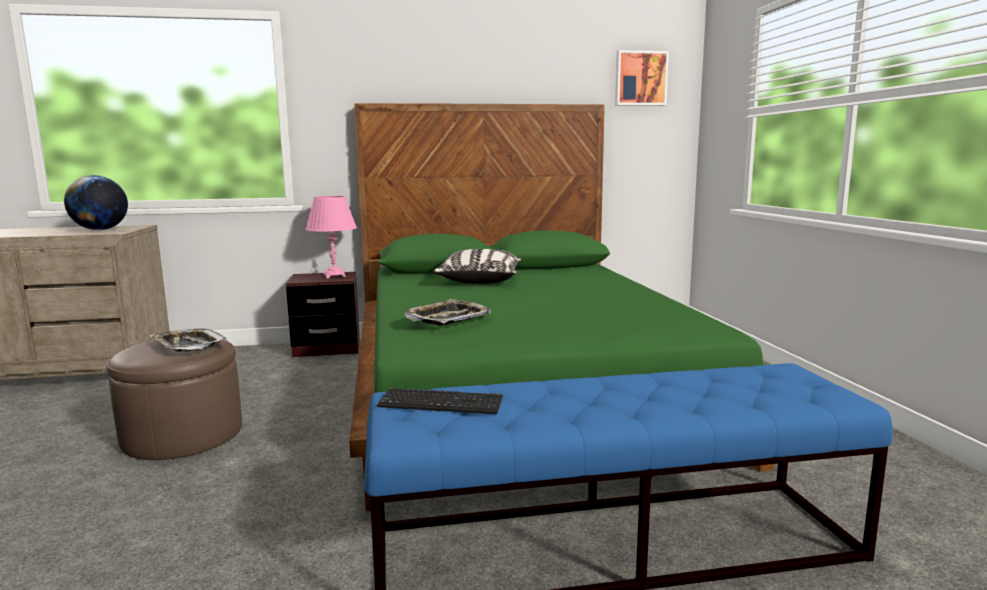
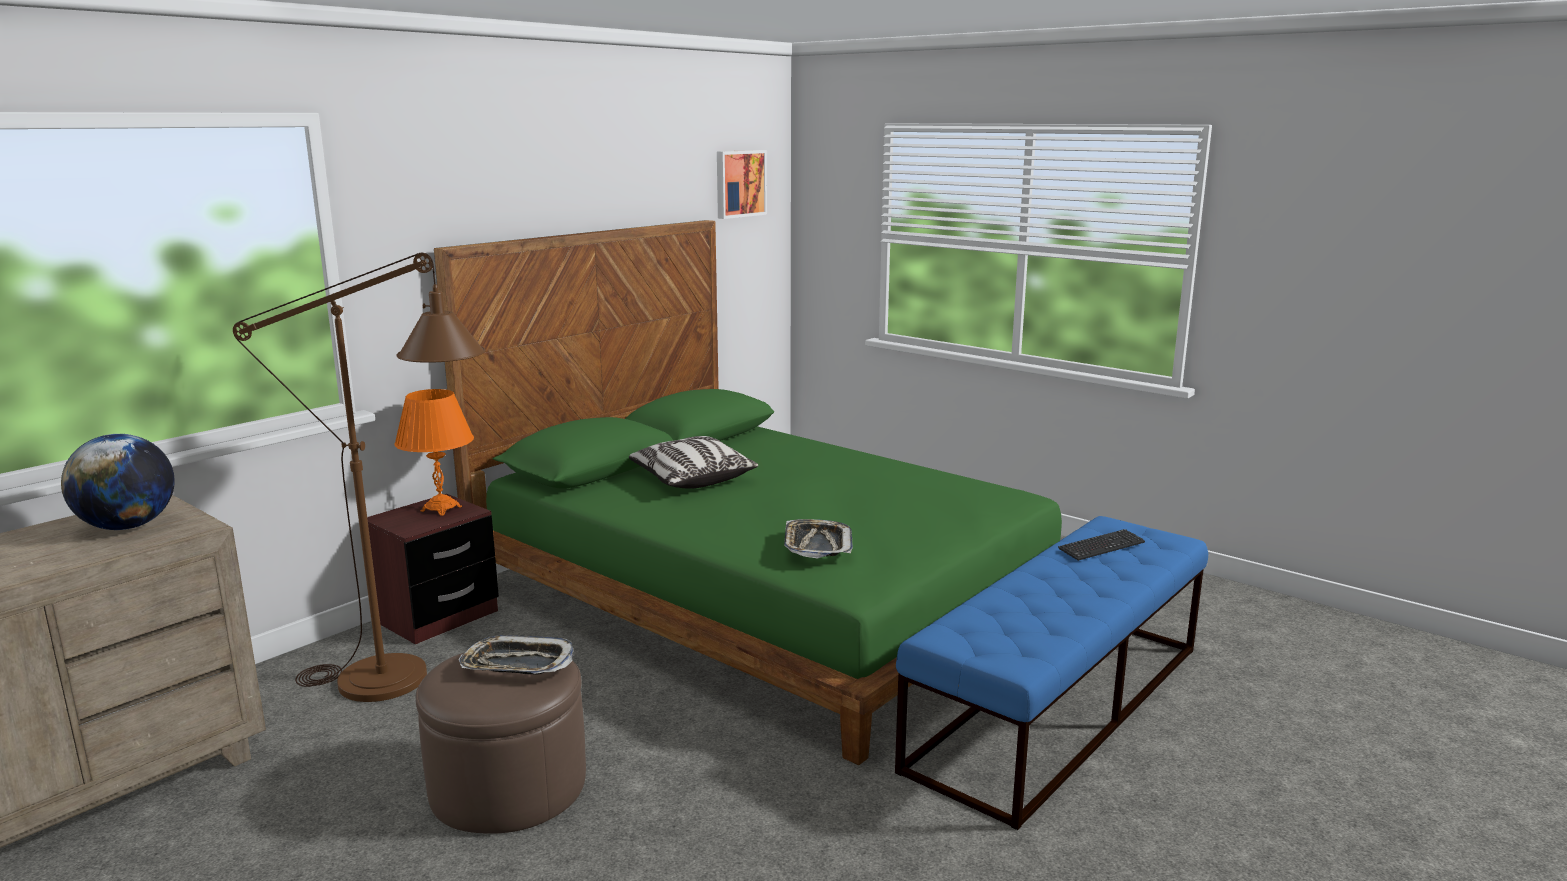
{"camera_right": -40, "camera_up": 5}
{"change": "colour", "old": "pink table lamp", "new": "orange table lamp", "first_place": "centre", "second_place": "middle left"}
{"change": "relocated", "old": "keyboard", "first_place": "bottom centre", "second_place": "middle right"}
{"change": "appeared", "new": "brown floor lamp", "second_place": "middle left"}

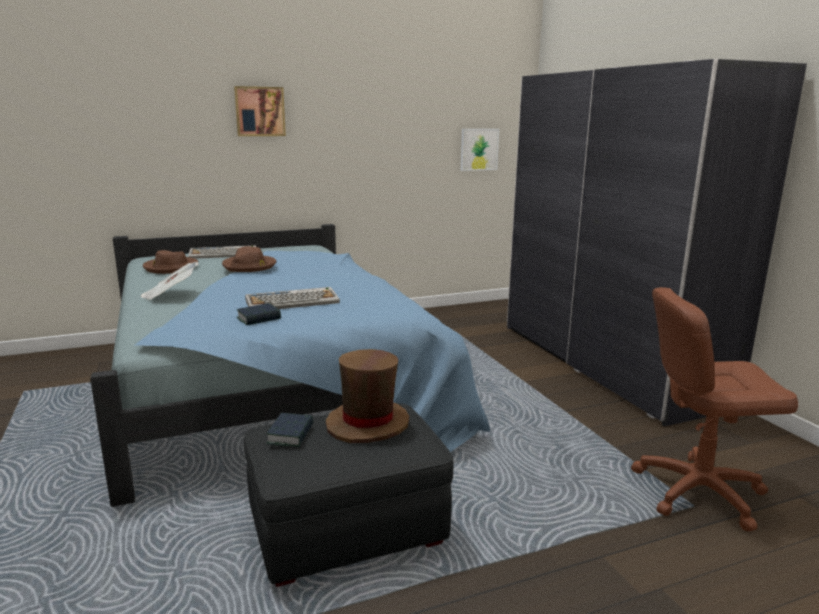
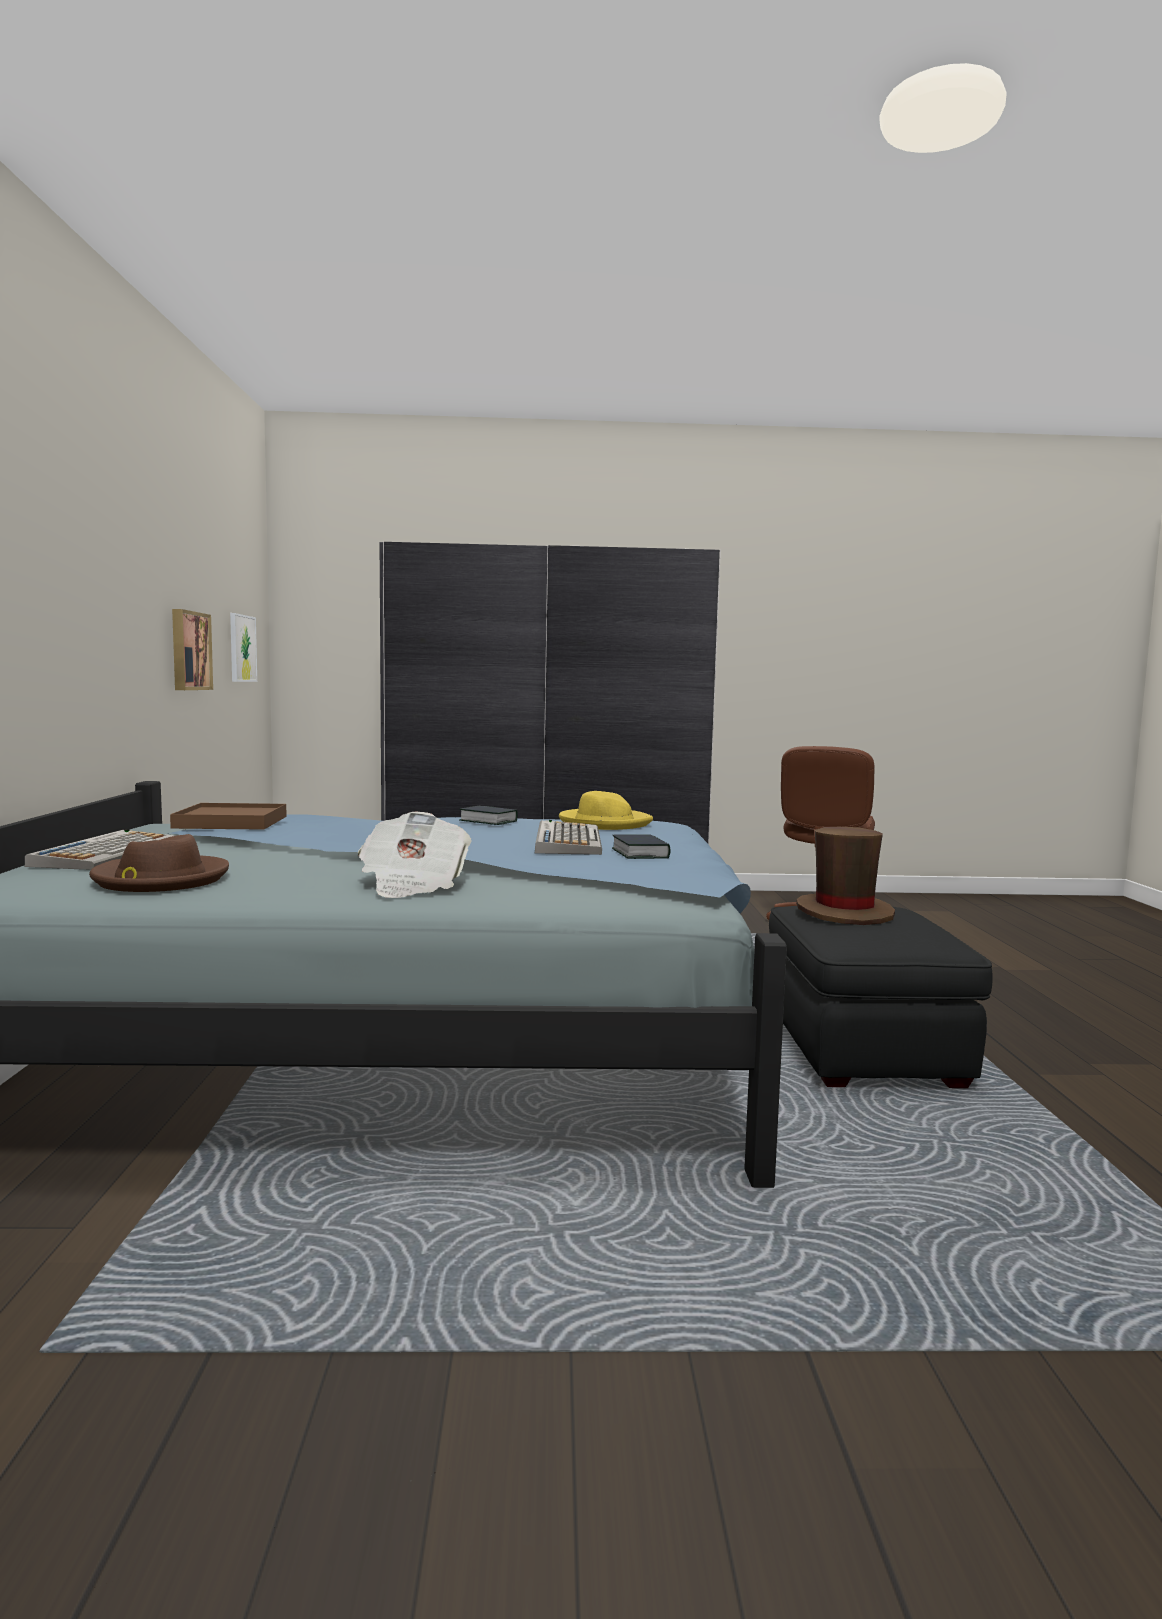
{"camera_right": -70, "camera_up": -10}
{"change": "missing", "old": "brown hat (no. 2 from left)", "first_place": "middle left"}
{"change": "relocated", "old": "picture (no. 1 from left)", "first_place": "top left", "second_place": "middle left"}
{"change": "relocated", "old": "book (no. 2 from left in the first image)", "new": "book (no. 1 from left)", "first_place": "bottom centre", "second_place": "centre"}
{"change": "appeared", "new": "brown tray", "second_place": "middle left"}
{"change": "appeared", "new": "yellow hat", "second_place": "centre"}

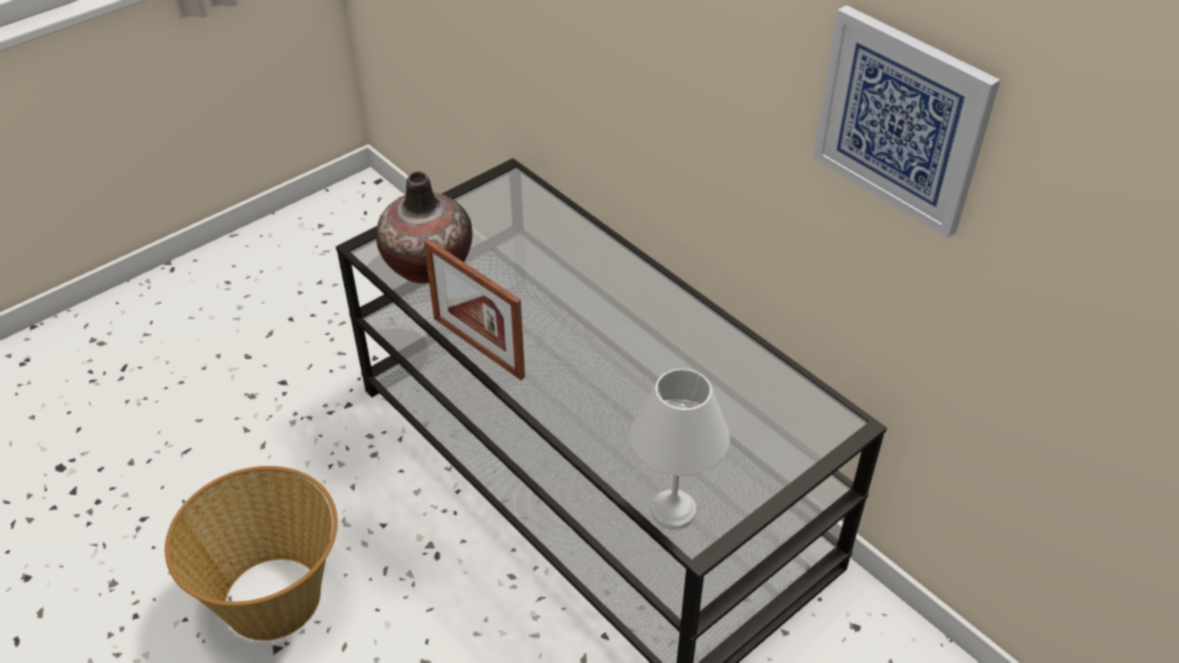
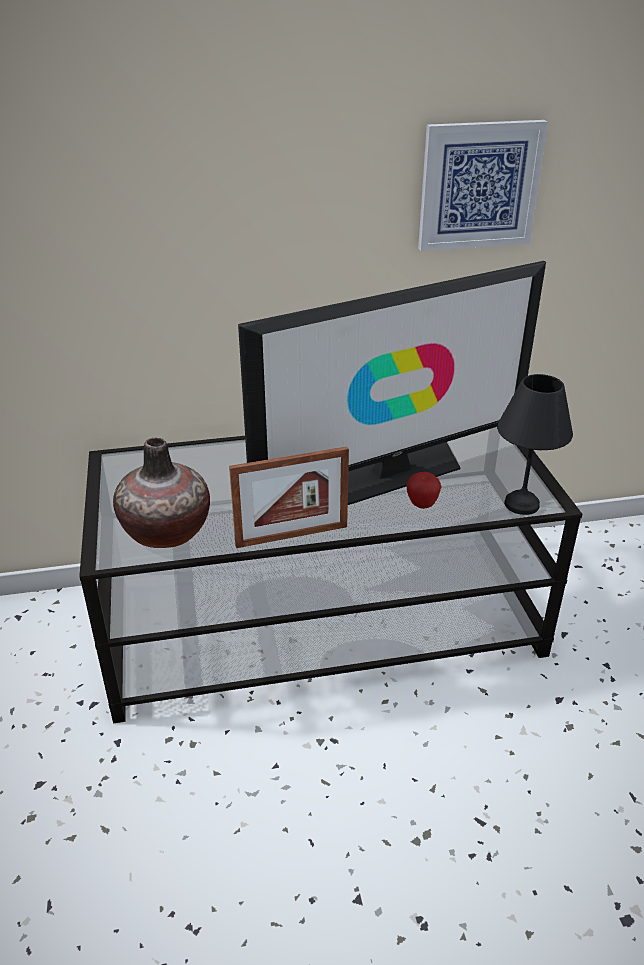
{"camera_right": -60, "camera_up": -10}
{"change": "missing", "old": "basket", "first_place": "bottom left"}
{"change": "colour", "old": "white table lamp", "new": "black table lamp", "first_place": "bottom centre", "second_place": "middle right"}
{"change": "appeared", "new": "television", "second_place": "centre"}
{"change": "appeared", "new": "apple", "second_place": "centre"}

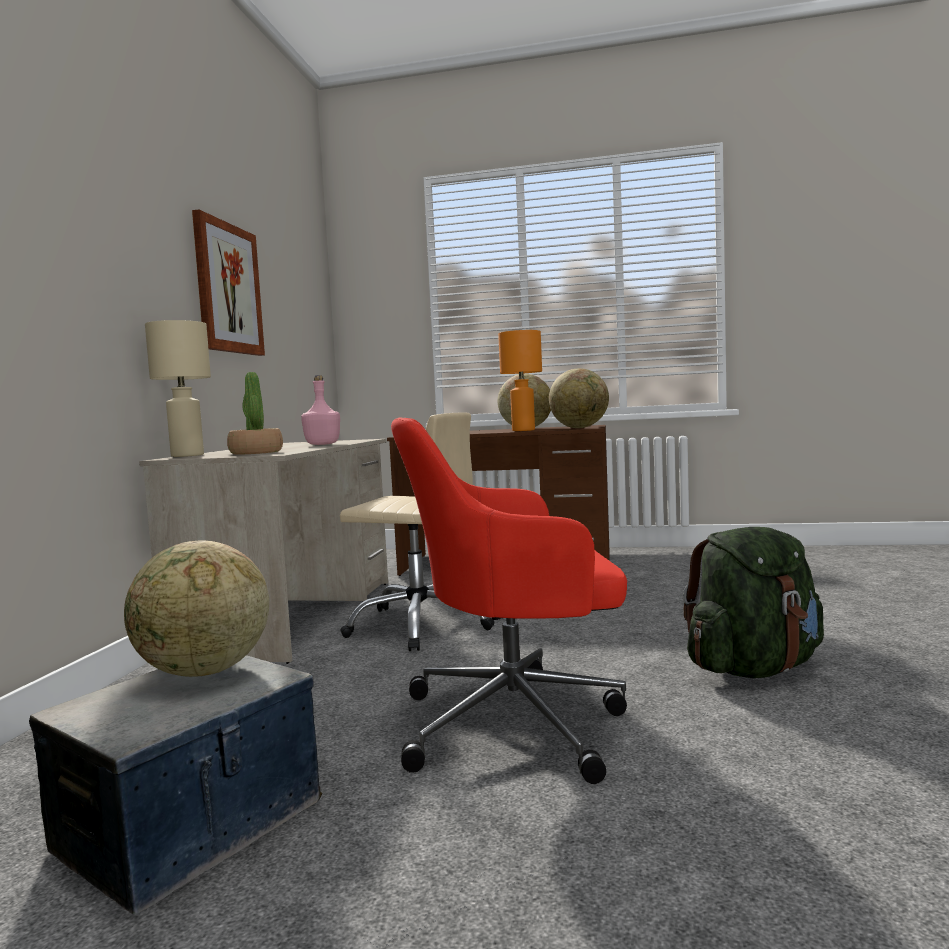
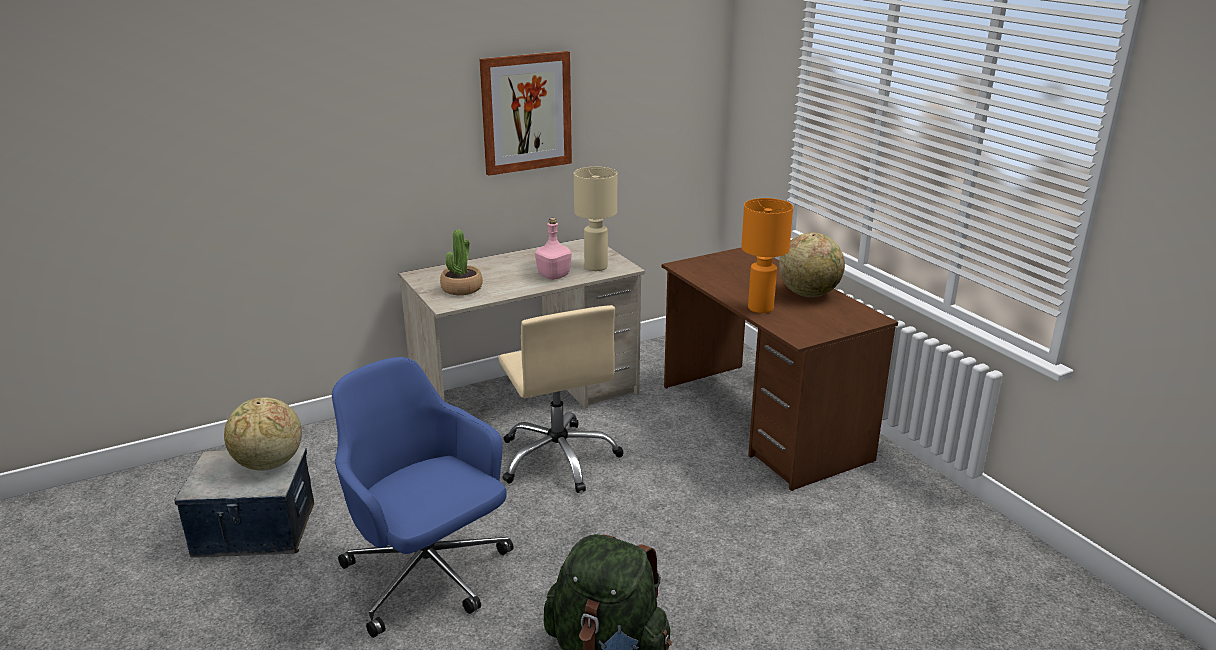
{"camera_right": 50, "camera_up": 20}
{"change": "relocated", "old": "beige table lamp", "first_place": "middle left", "second_place": "centre"}
{"change": "colour", "old": "red office chair", "new": "blue office chair", "first_place": "centre", "second_place": "bottom centre"}
{"change": "missing", "old": "globe (no. 3 from left)", "first_place": "centre"}

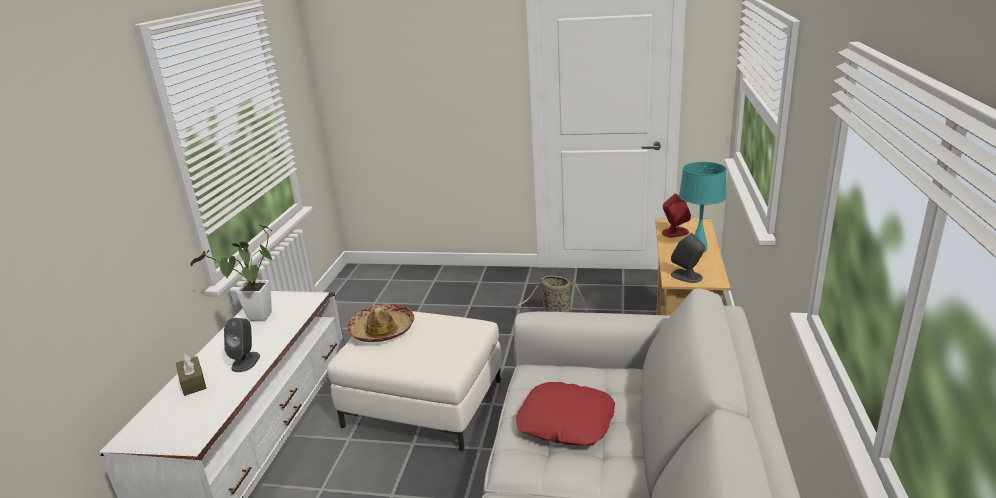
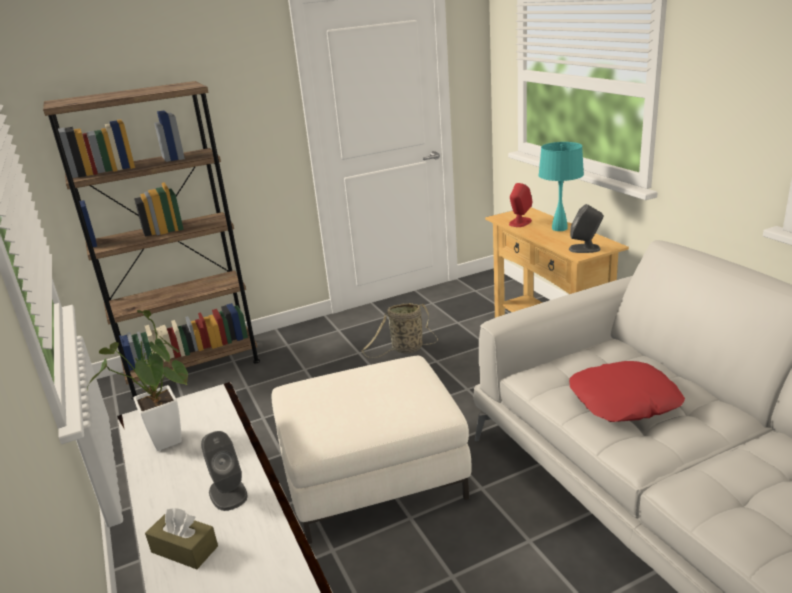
{"camera_right": -35, "camera_up": 0}
{"change": "missing", "old": "hat", "first_place": "centre"}
{"change": "appeared", "new": "brown bookcase", "second_place": "middle left"}

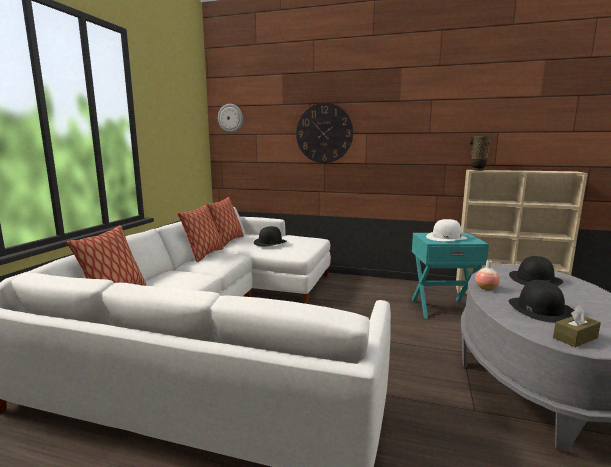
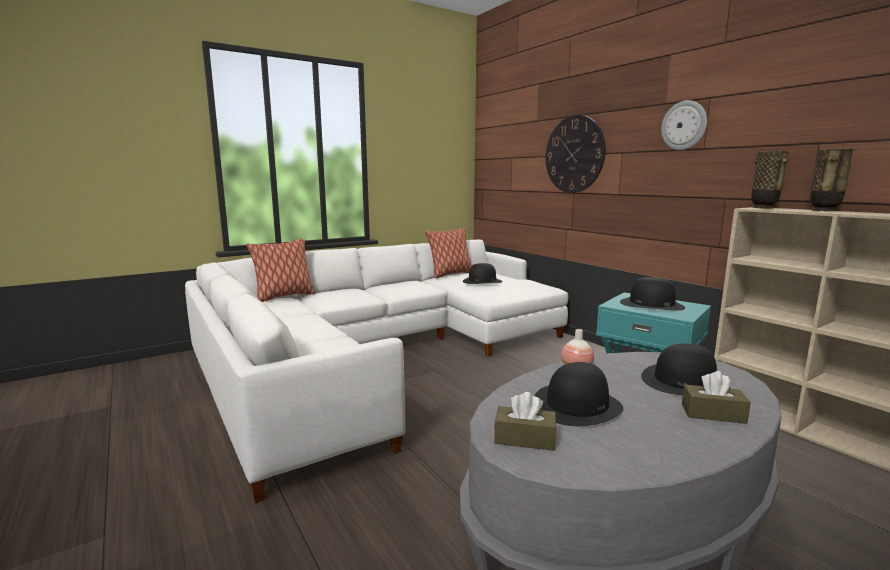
{"camera_right": 40, "camera_up": 0}
{"change": "missing", "old": "pillow (no. 2 from left)", "first_place": "middle left"}
{"change": "relocated", "old": "wall clock (no. 1 from left in the first image)", "new": "wall clock (no. 2 from left)", "first_place": "top centre", "second_place": "top right"}
{"change": "colour", "old": "white hat", "new": "black hat (no. 3 from left)", "first_place": "middle right", "second_place": "middle right"}
{"change": "appeared", "new": "brown tissue box (no. 2 from left)", "second_place": "bottom right"}
{"change": "appeared", "new": "vase (no. 3 from left)", "second_place": "top right"}

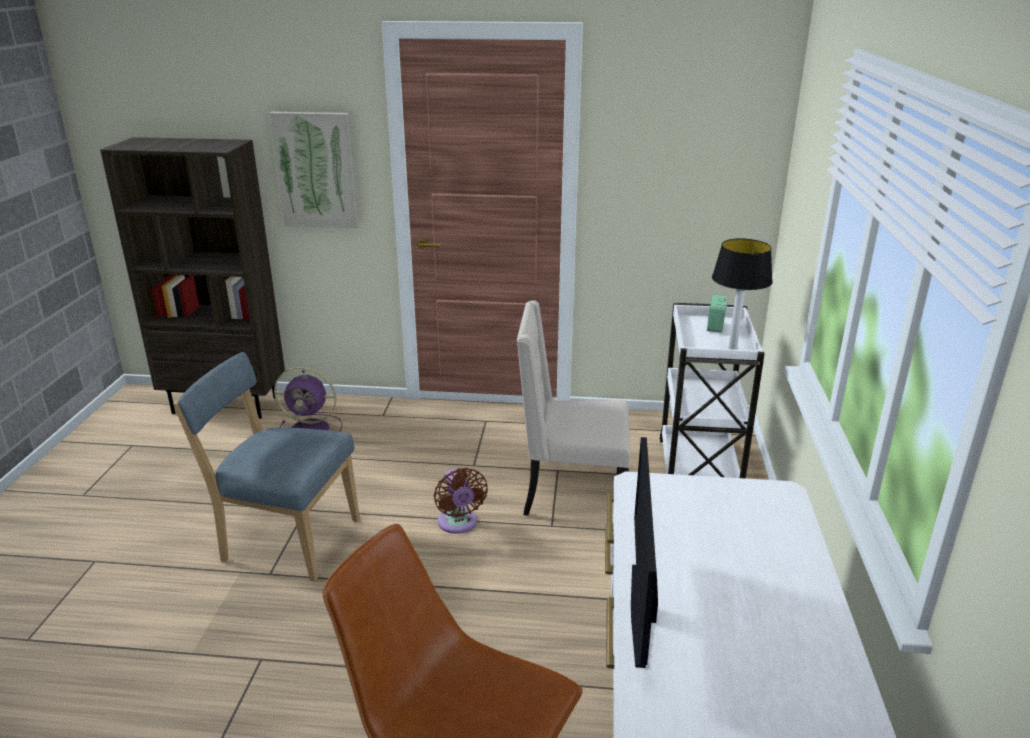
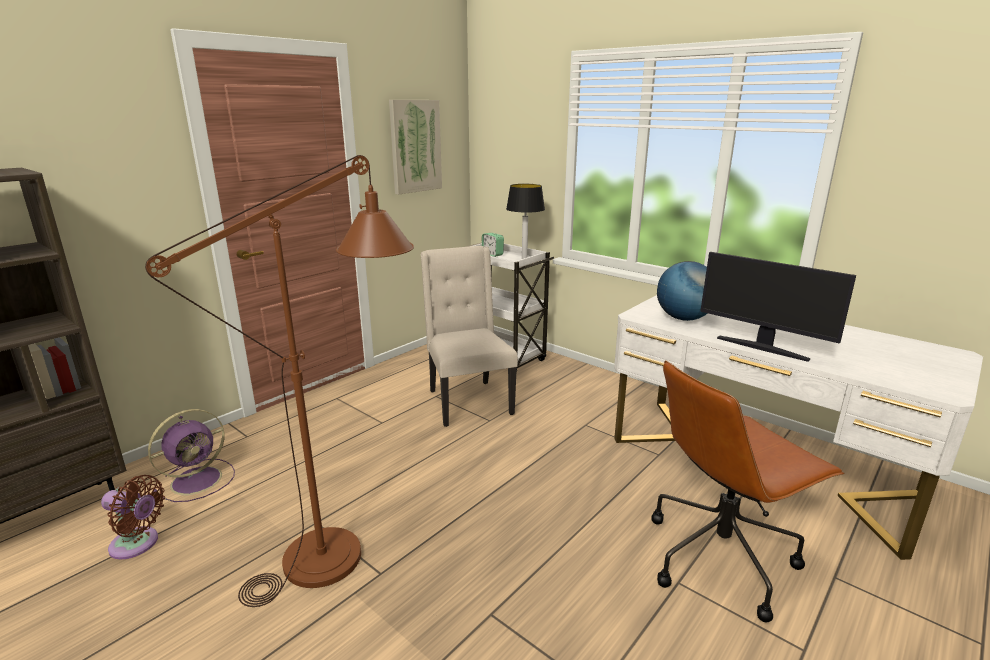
{"camera_right": -55, "camera_up": -5}
{"change": "exchanged", "old": "blue chair", "new": "brown floor lamp", "first_place": "middle left", "second_place": "middle left"}
{"change": "relocated", "old": "picture", "first_place": "top left", "second_place": "top centre"}
{"change": "relocated", "old": "brown fan", "first_place": "bottom centre", "second_place": "bottom left"}
{"change": "spun", "old": "beige chair", "first_place": "centre", "second_place": "centre", "degrees": 120}
{"change": "appeared", "new": "globe", "second_place": "middle right"}

